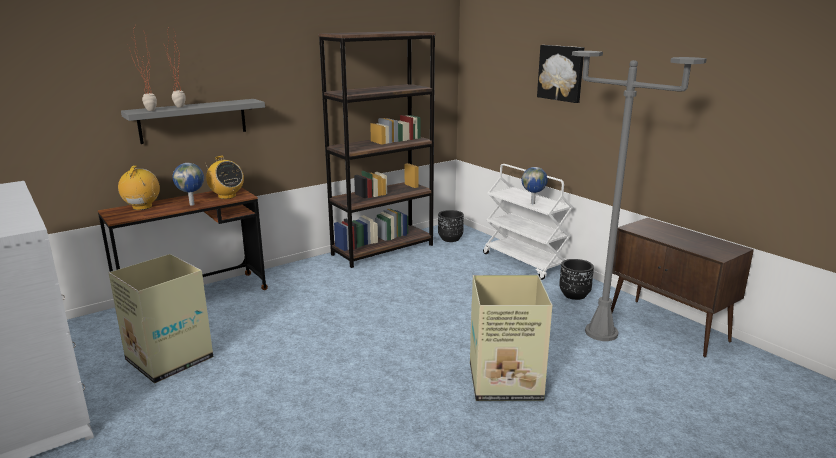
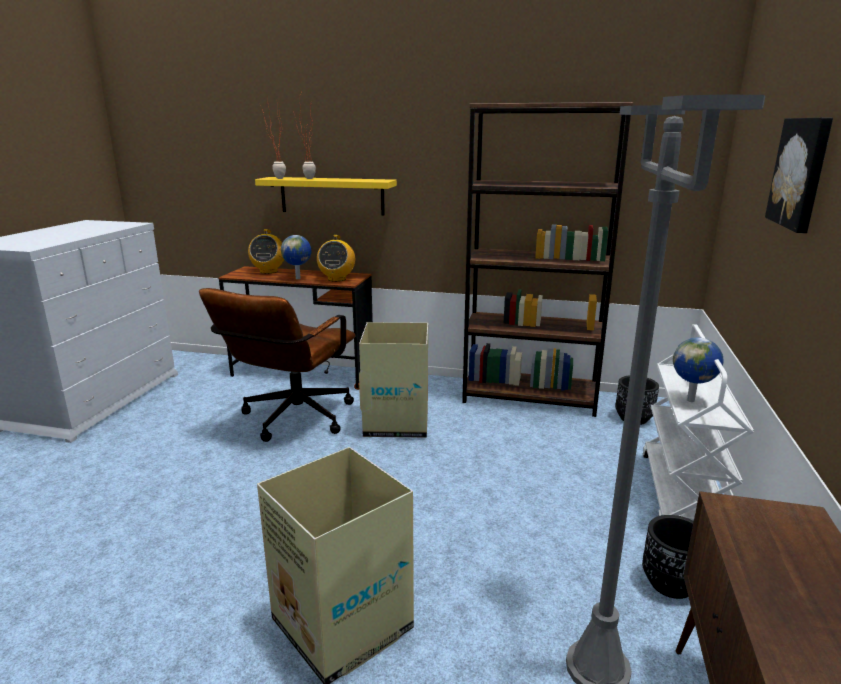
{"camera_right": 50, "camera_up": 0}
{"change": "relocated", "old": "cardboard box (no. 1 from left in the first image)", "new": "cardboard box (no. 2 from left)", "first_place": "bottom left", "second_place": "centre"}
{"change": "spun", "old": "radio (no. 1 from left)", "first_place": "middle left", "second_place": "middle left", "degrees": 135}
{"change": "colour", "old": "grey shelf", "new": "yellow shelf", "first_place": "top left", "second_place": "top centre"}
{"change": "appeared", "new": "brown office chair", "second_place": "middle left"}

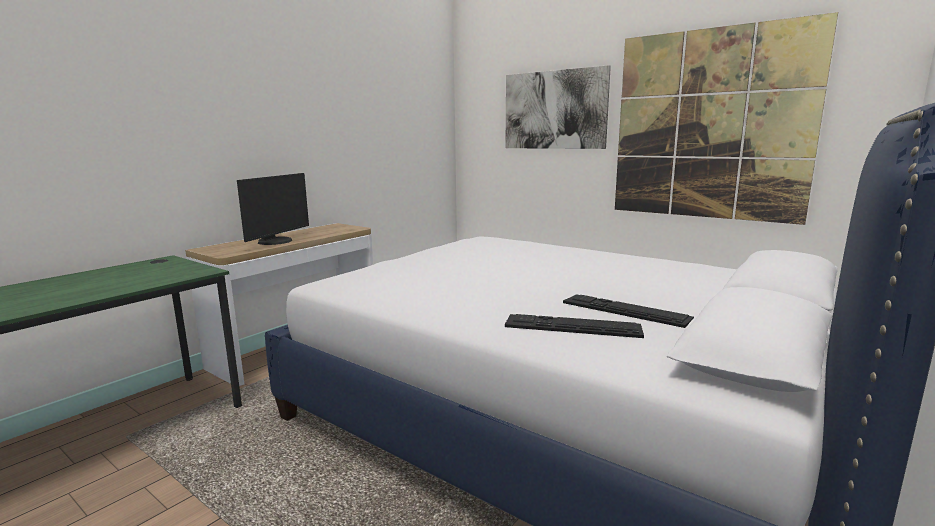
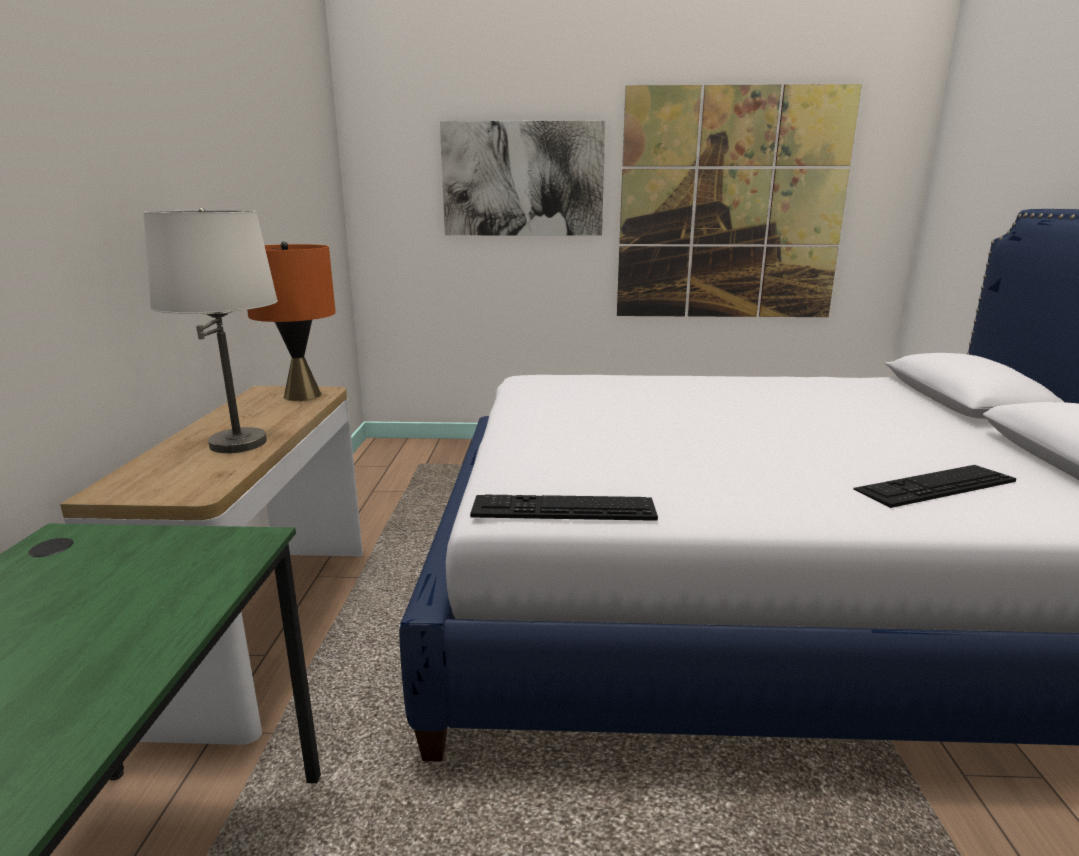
{"camera_right": -35, "camera_up": 5}
{"change": "exchanged", "old": "monitor", "new": "white table lamp", "first_place": "middle left", "second_place": "middle left"}
{"change": "relocated", "old": "keyboard (no. 2 from left in the first image)", "new": "keyboard (no. 1 from left)", "first_place": "middle right", "second_place": "centre"}
{"change": "appeared", "new": "orange table lamp", "second_place": "middle left"}

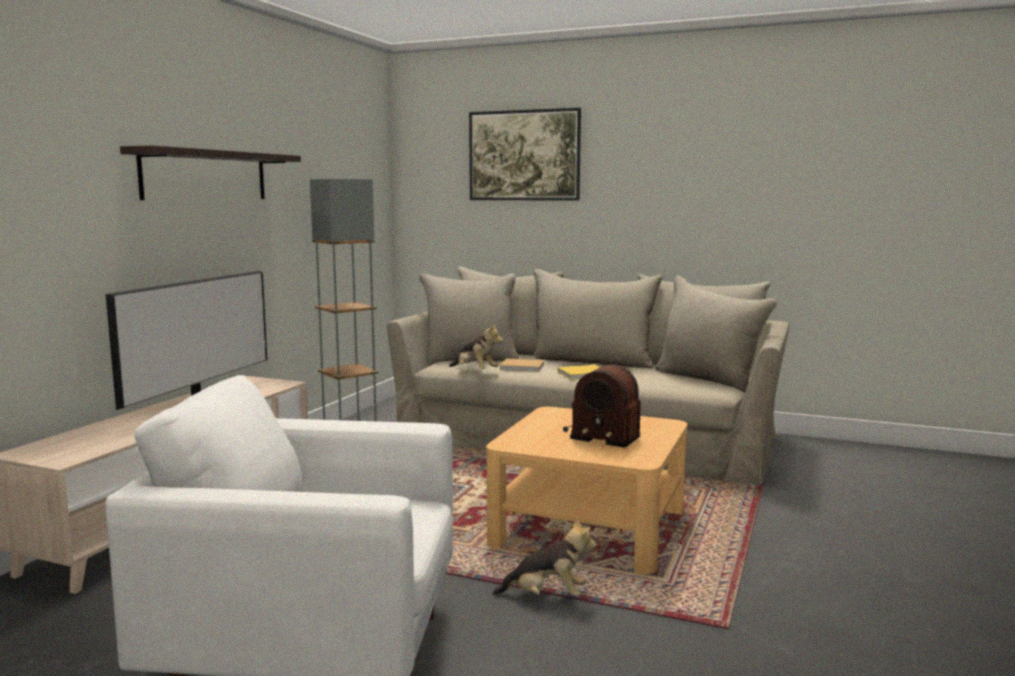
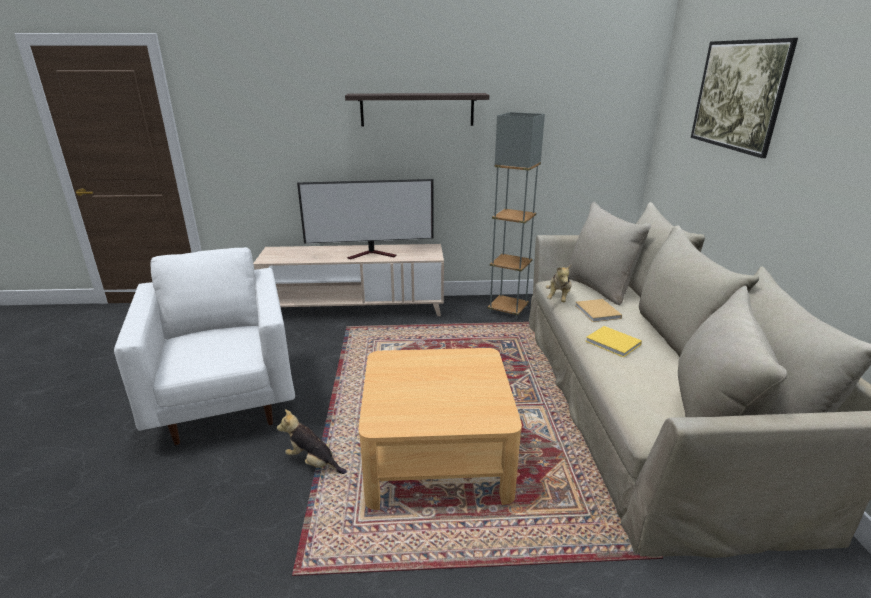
{"camera_right": 65, "camera_up": 15}
{"change": "spun", "old": "plush toy (no. 2 from left in the first image)", "first_place": "bottom centre", "second_place": "bottom centre", "degrees": 135}
{"change": "missing", "old": "radio", "first_place": "centre"}

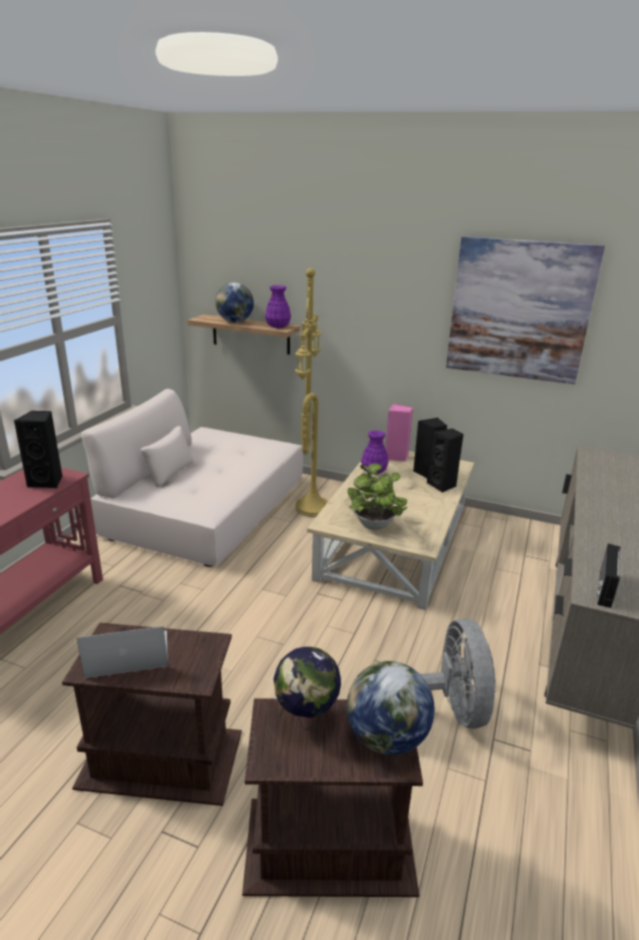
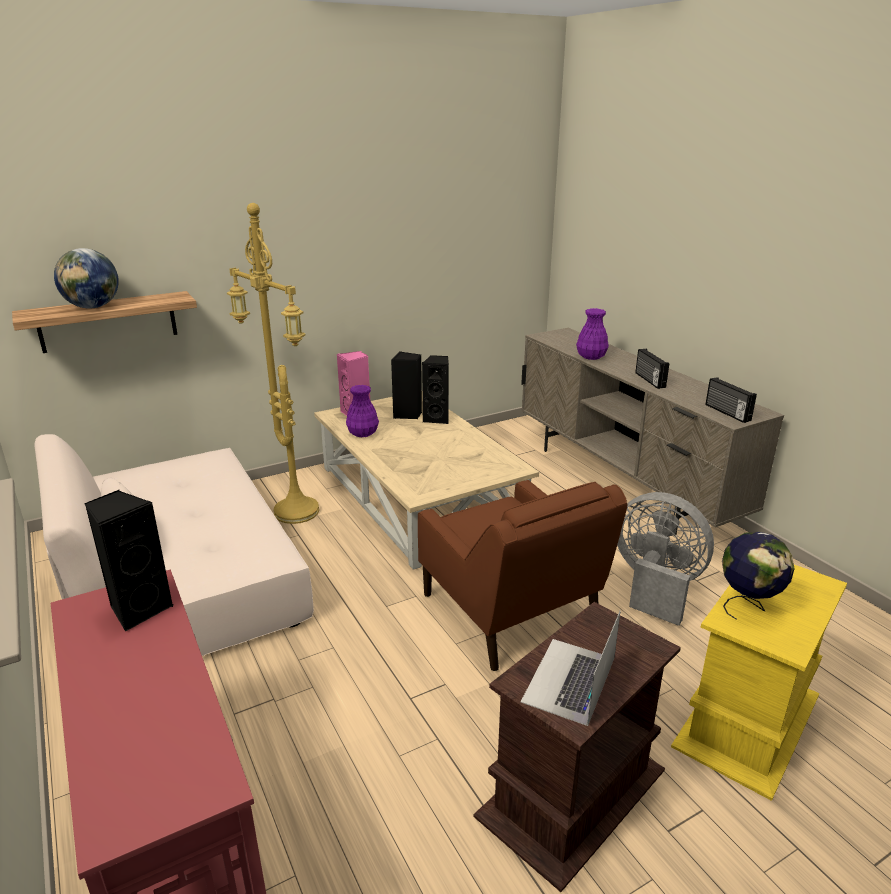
{"camera_right": -50, "camera_up": 0}
{"change": "colour", "old": "brown side table (no. 2 from left)", "new": "yellow side table", "first_place": "bottom centre", "second_place": "bottom right"}
{"change": "relocated", "old": "purple vase (no. 1 from left in the first image)", "new": "purple vase (no. 2 from left)", "first_place": "top centre", "second_place": "centre"}
{"change": "missing", "old": "globe (no. 3 from left)", "first_place": "bottom centre"}
{"change": "missing", "old": "potted plant", "first_place": "centre"}
{"change": "missing", "old": "picture", "first_place": "top right"}
{"change": "appeared", "new": "brown armchair", "second_place": "centre"}
{"change": "appeared", "new": "radio (no. 1 from left)", "second_place": "middle right"}

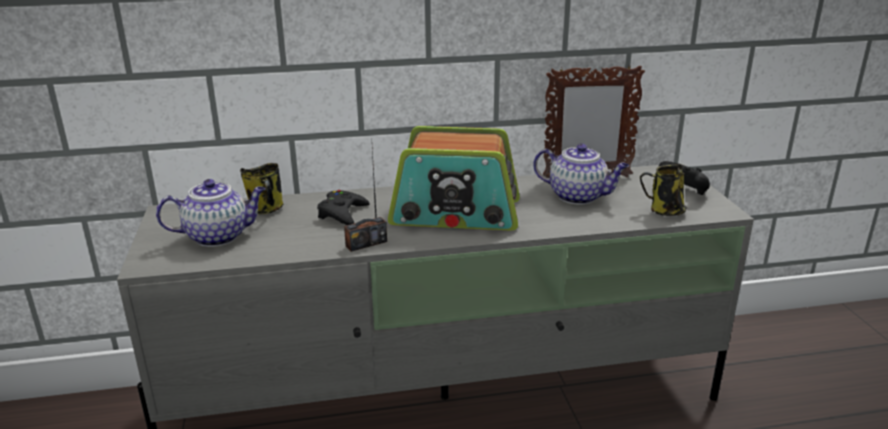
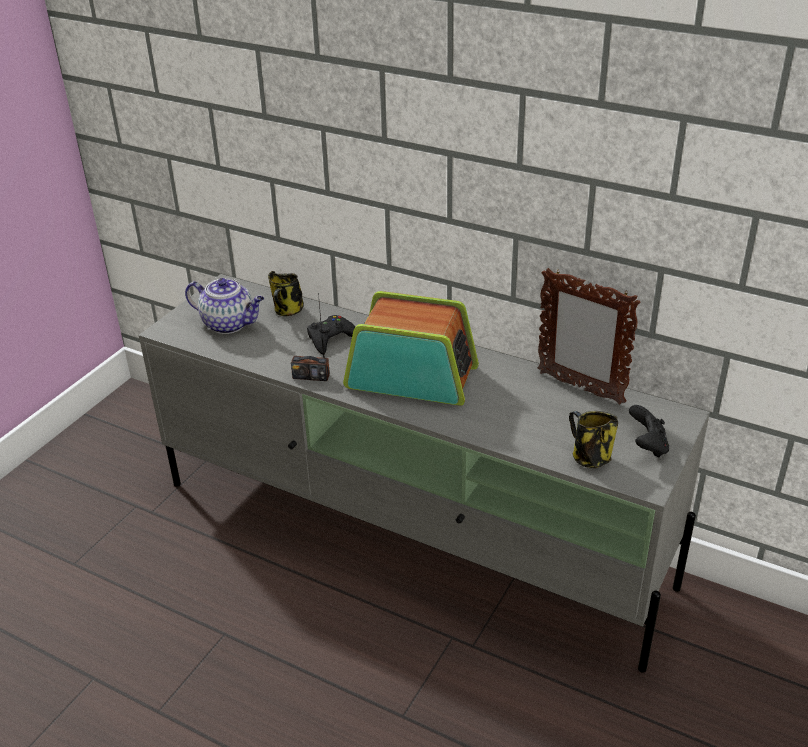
{"camera_right": 40, "camera_up": 10}
{"change": "spun", "old": "radio (no. 2 from left)", "first_place": "centre", "second_place": "centre", "degrees": 150}
{"change": "missing", "old": "teapot (no. 2 from left)", "first_place": "centre"}

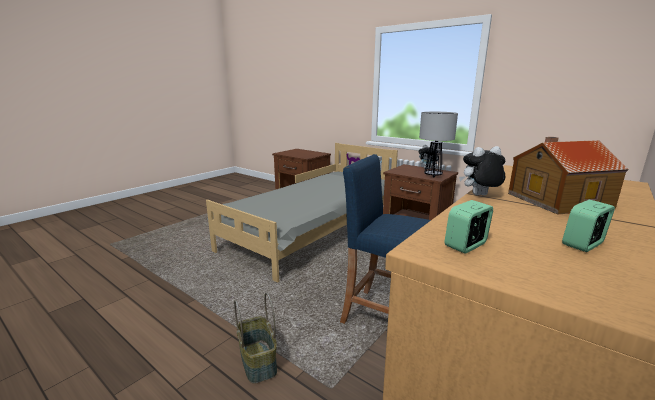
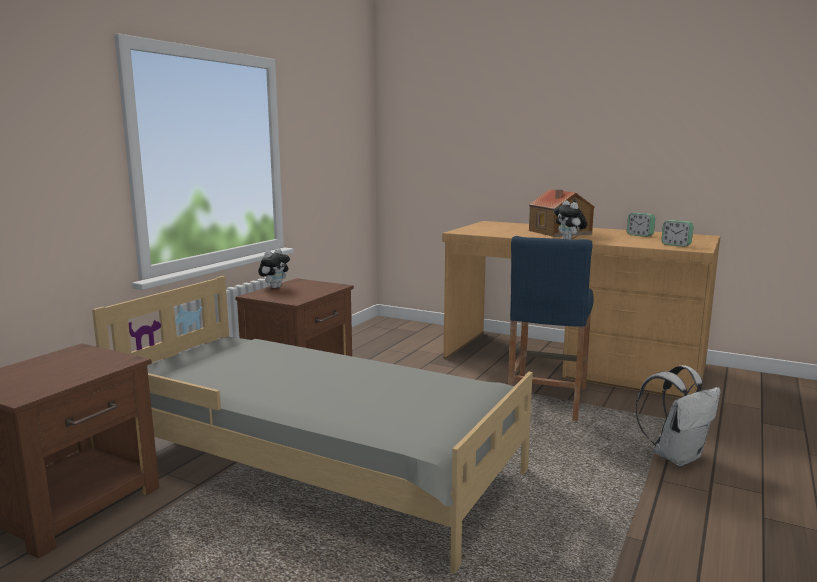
{"camera_right": -100, "camera_up": -5}
{"change": "exchanged", "old": "basket", "new": "white backpack", "first_place": "bottom centre", "second_place": "bottom right"}
{"change": "missing", "old": "table lamp", "first_place": "middle right"}

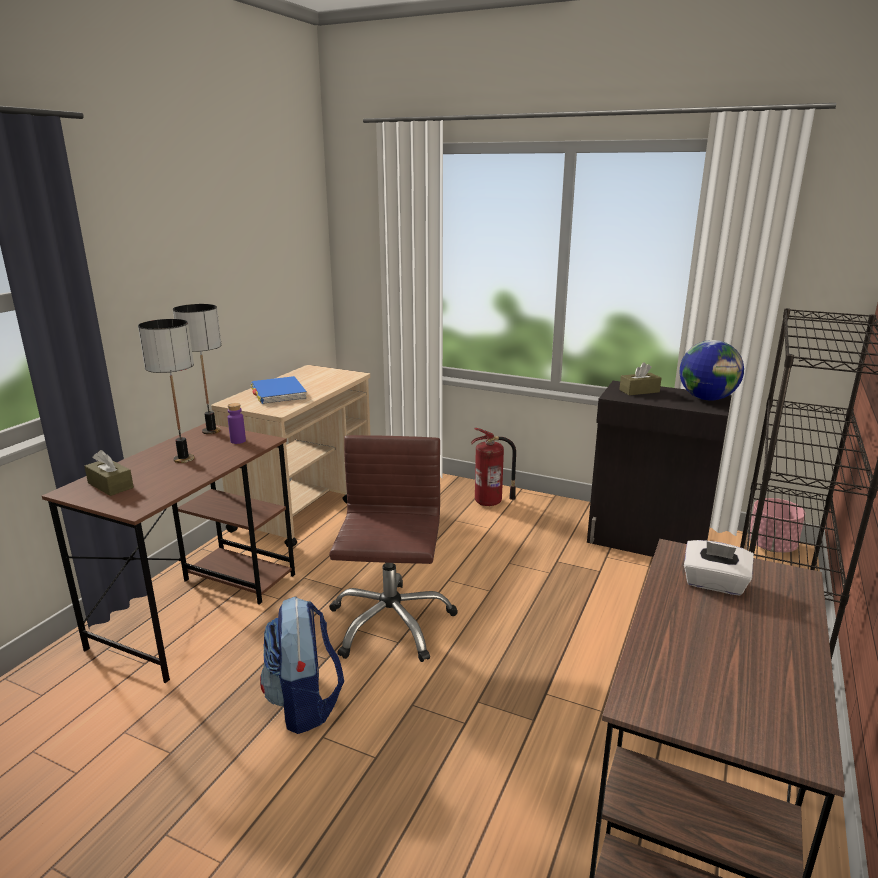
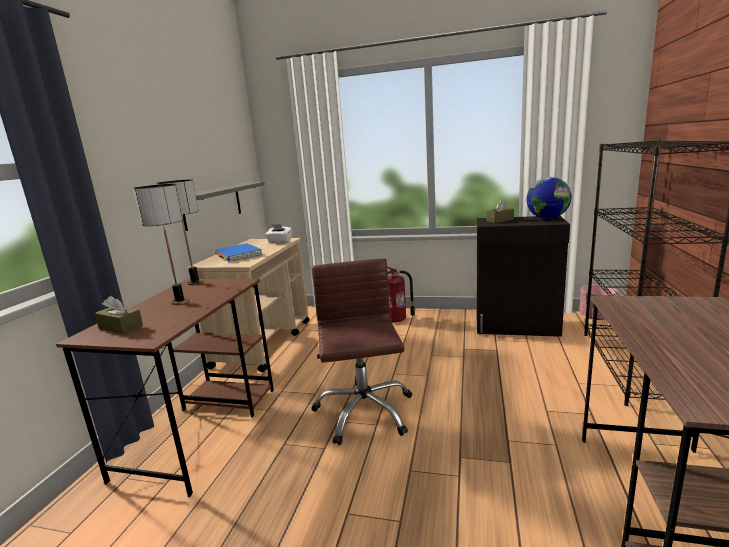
{"camera_right": -10, "camera_up": -5}
{"change": "missing", "old": "purple bottle", "first_place": "middle left"}
{"change": "missing", "old": "backpack", "first_place": "bottom centre"}
{"change": "relocated", "old": "white tissue box", "first_place": "middle right", "second_place": "centre"}
{"change": "appeared", "new": "grey shelf", "second_place": "middle left"}

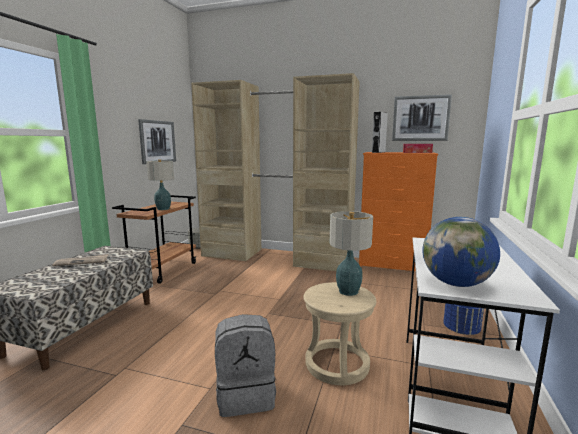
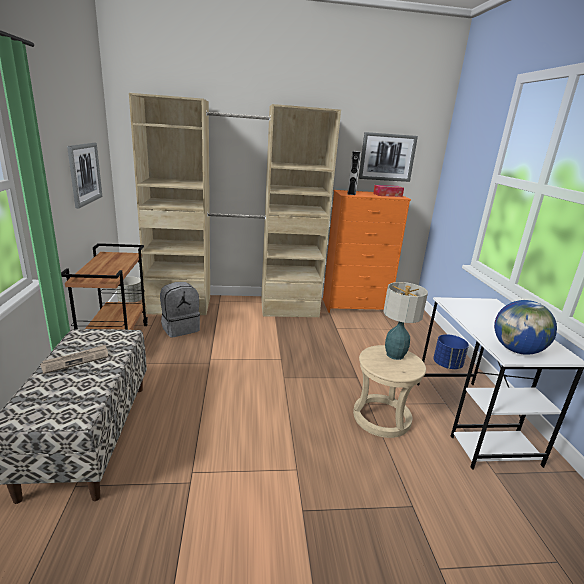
{"camera_right": -25, "camera_up": 10}
{"change": "missing", "old": "table lamp (no. 1 from left)", "first_place": "middle left"}
{"change": "relocated", "old": "grey backpack", "first_place": "bottom centre", "second_place": "middle left"}

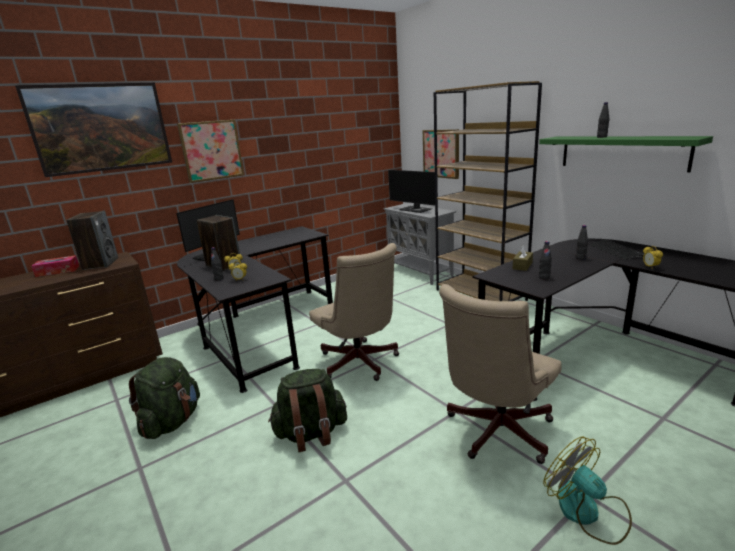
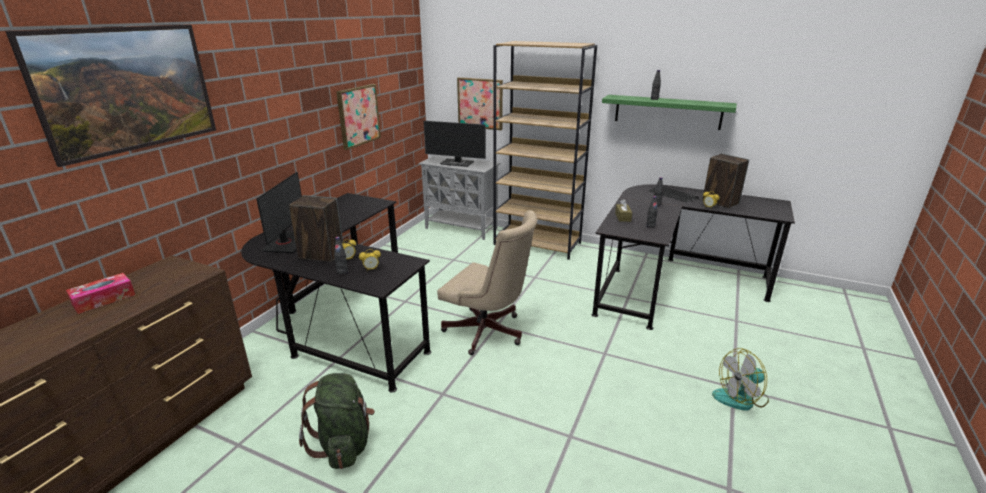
{"camera_right": -30, "camera_up": 5}
{"change": "relocated", "old": "speaker (no. 1 from left in the first image)", "new": "speaker (no. 2 from left)", "first_place": "middle left", "second_place": "middle right"}
{"change": "relocated", "old": "picture (no. 2 from left)", "first_place": "top left", "second_place": "top centre"}
{"change": "missing", "old": "green backpack (no. 2 from left)", "first_place": "bottom centre"}
{"change": "missing", "old": "beige office chair (no. 2 from left)", "first_place": "bottom right"}
{"change": "spun", "old": "fan", "first_place": "bottom right", "second_place": "bottom right", "degrees": -45}

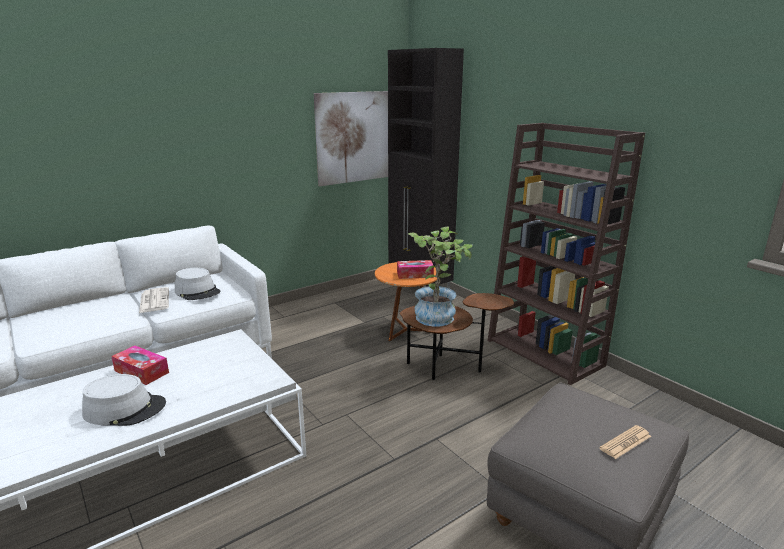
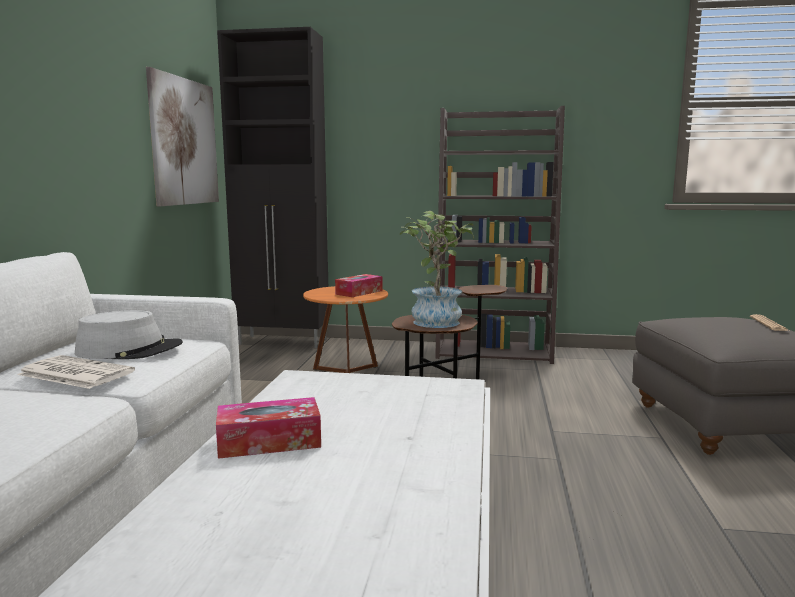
{"camera_right": -45, "camera_up": -10}
{"change": "missing", "old": "grey hat (no. 1 from left)", "first_place": "bottom left"}

